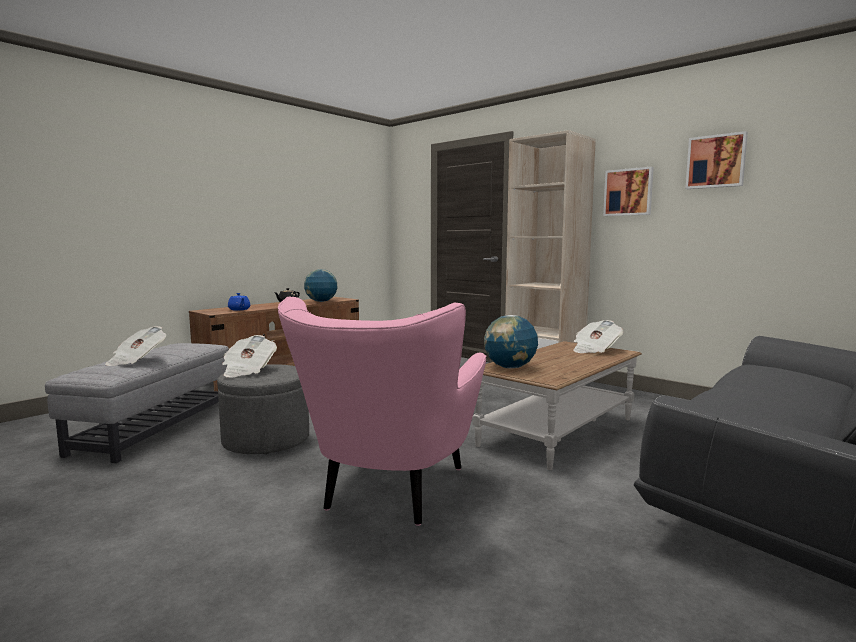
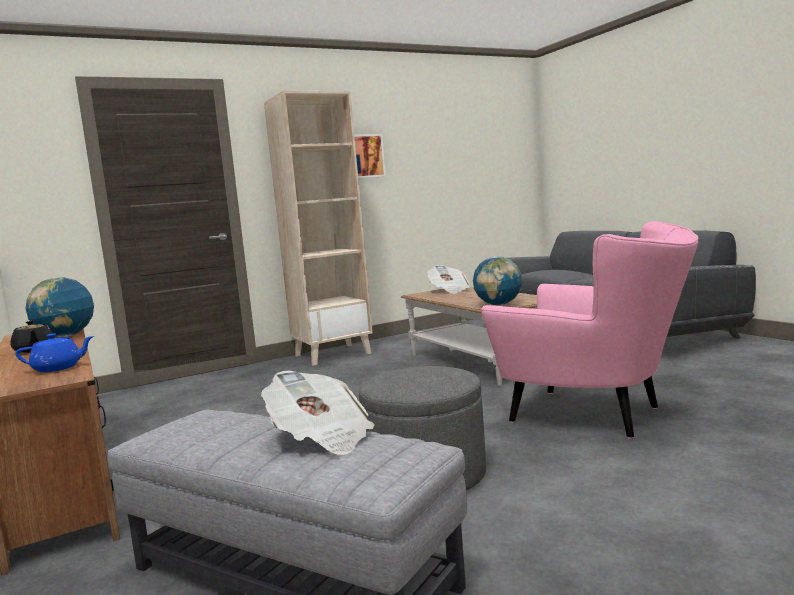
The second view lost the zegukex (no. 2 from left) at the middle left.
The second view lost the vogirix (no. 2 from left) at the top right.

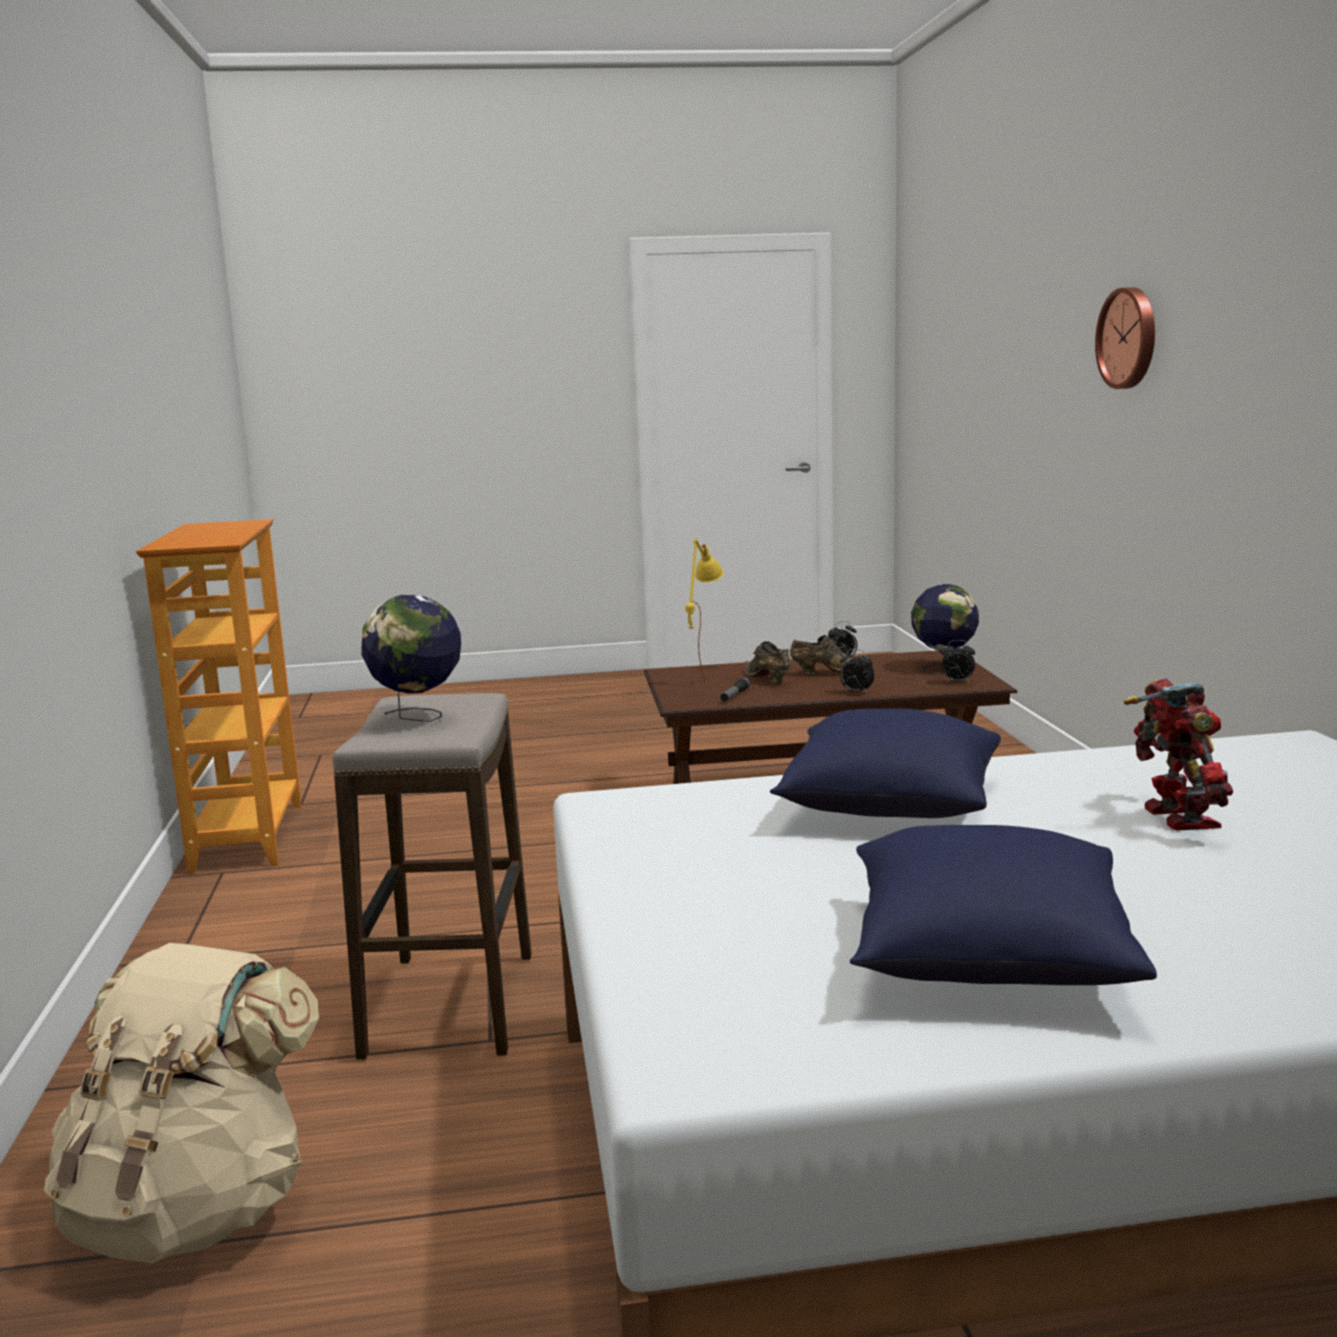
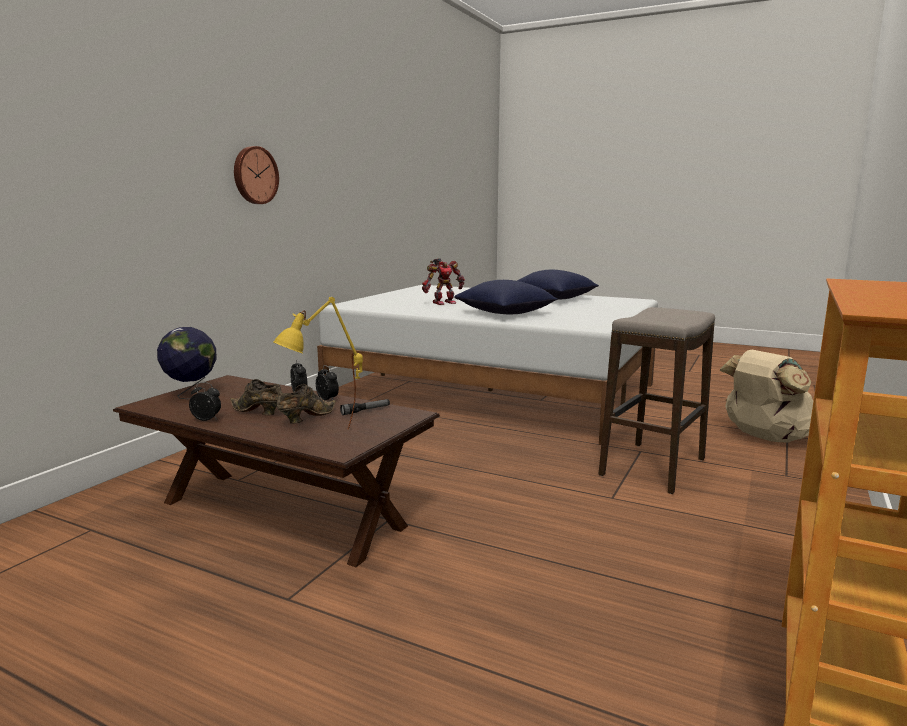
The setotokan ended up elsewhere, having gone from the top right to the top left.
The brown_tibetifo (no. 1 from left in the first image) at the centre ended up facing another way, 150 degrees counterclockwise from before.
The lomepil (no. 3 from left) ended up elsewhere, having gone from the middle right to the centre.
The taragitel at the middle right ended up facing another way, 150 degrees counterclockwise from before.
The second view lost the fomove (no. 1 from left) at the middle left.

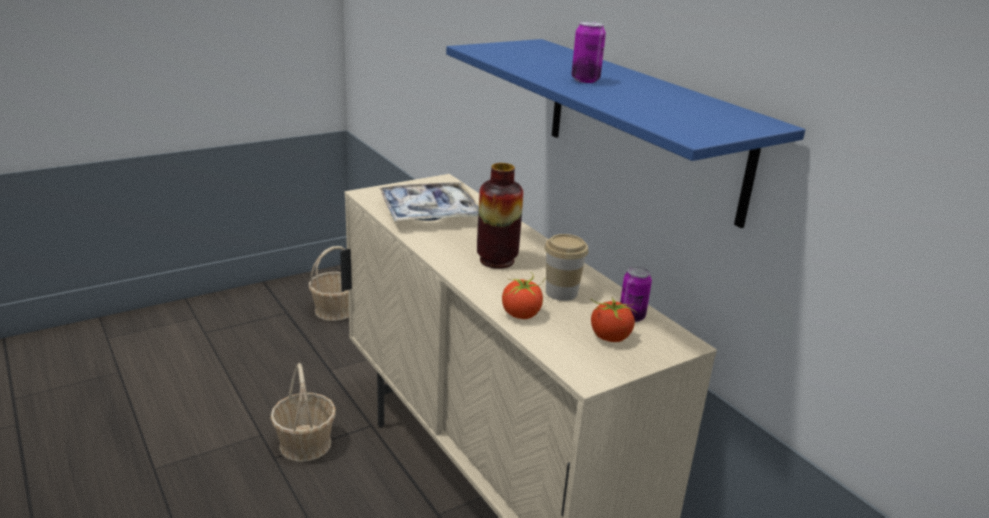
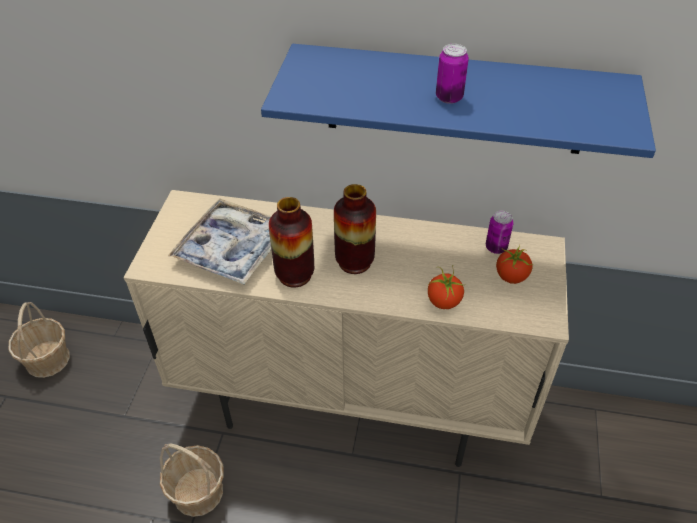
The second view gained the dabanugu (no. 1 from left) at the centre.
The second view lost the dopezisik at the centre.

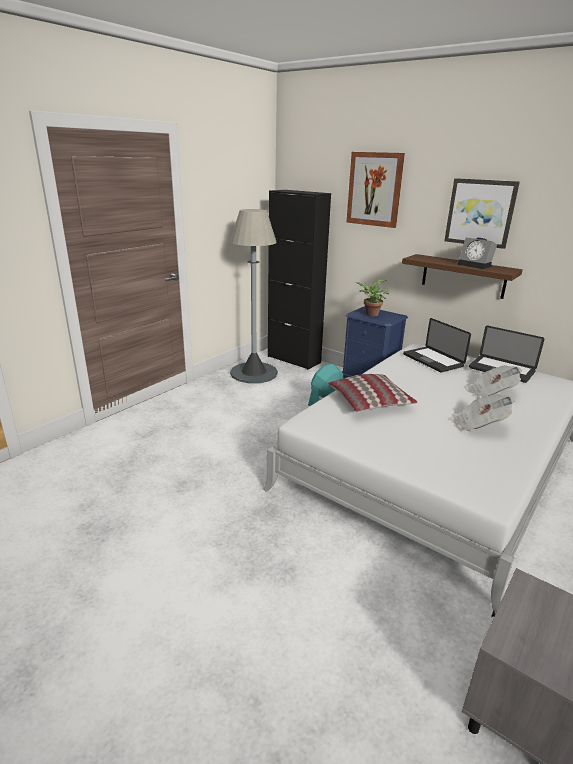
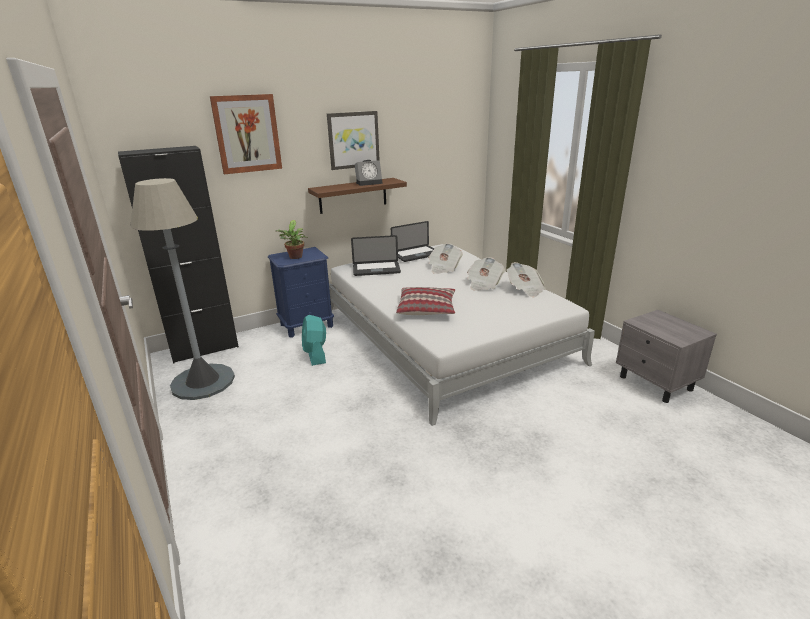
The second view gained the zegukex (no. 3 from left) at the centre.

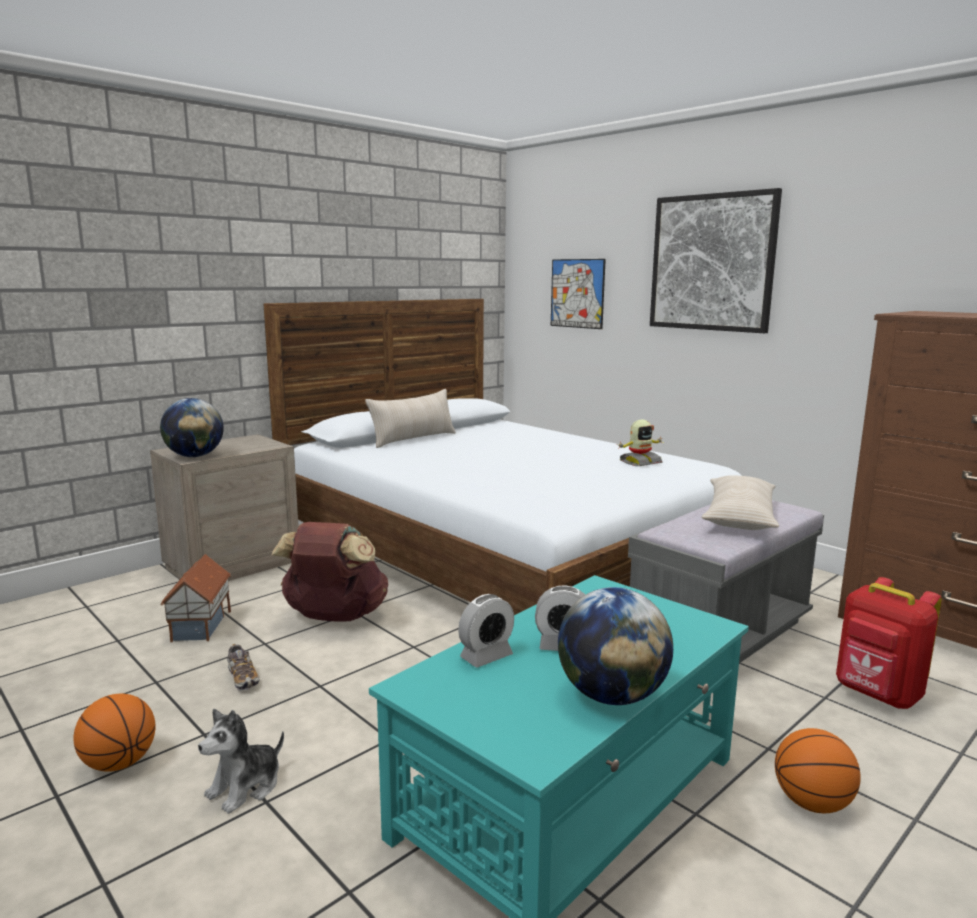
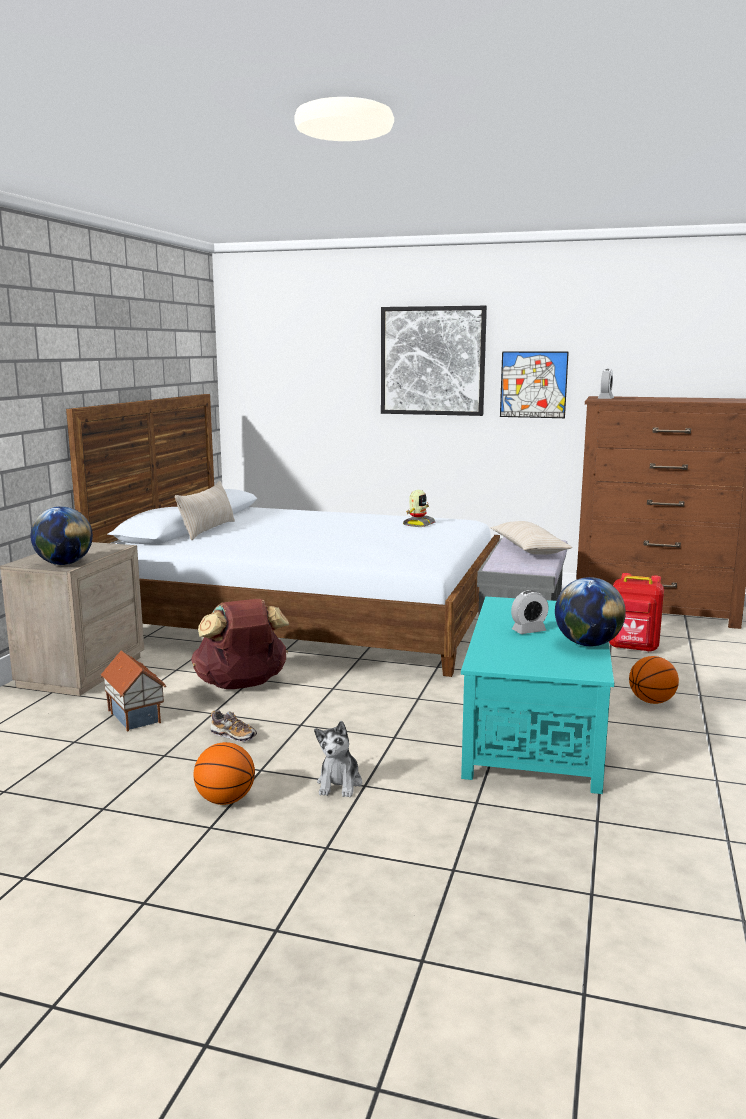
The vogirix (no. 1 from left in the first image) ended up elsewhere, having gone from the top centre to the middle right.
The lomepil (no. 1 from left in the first image) ended up elsewhere, having gone from the bottom centre to the middle right.

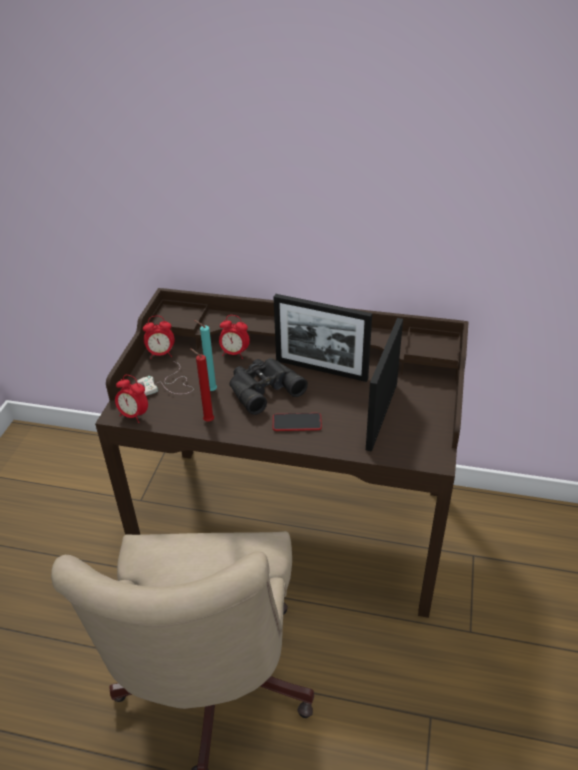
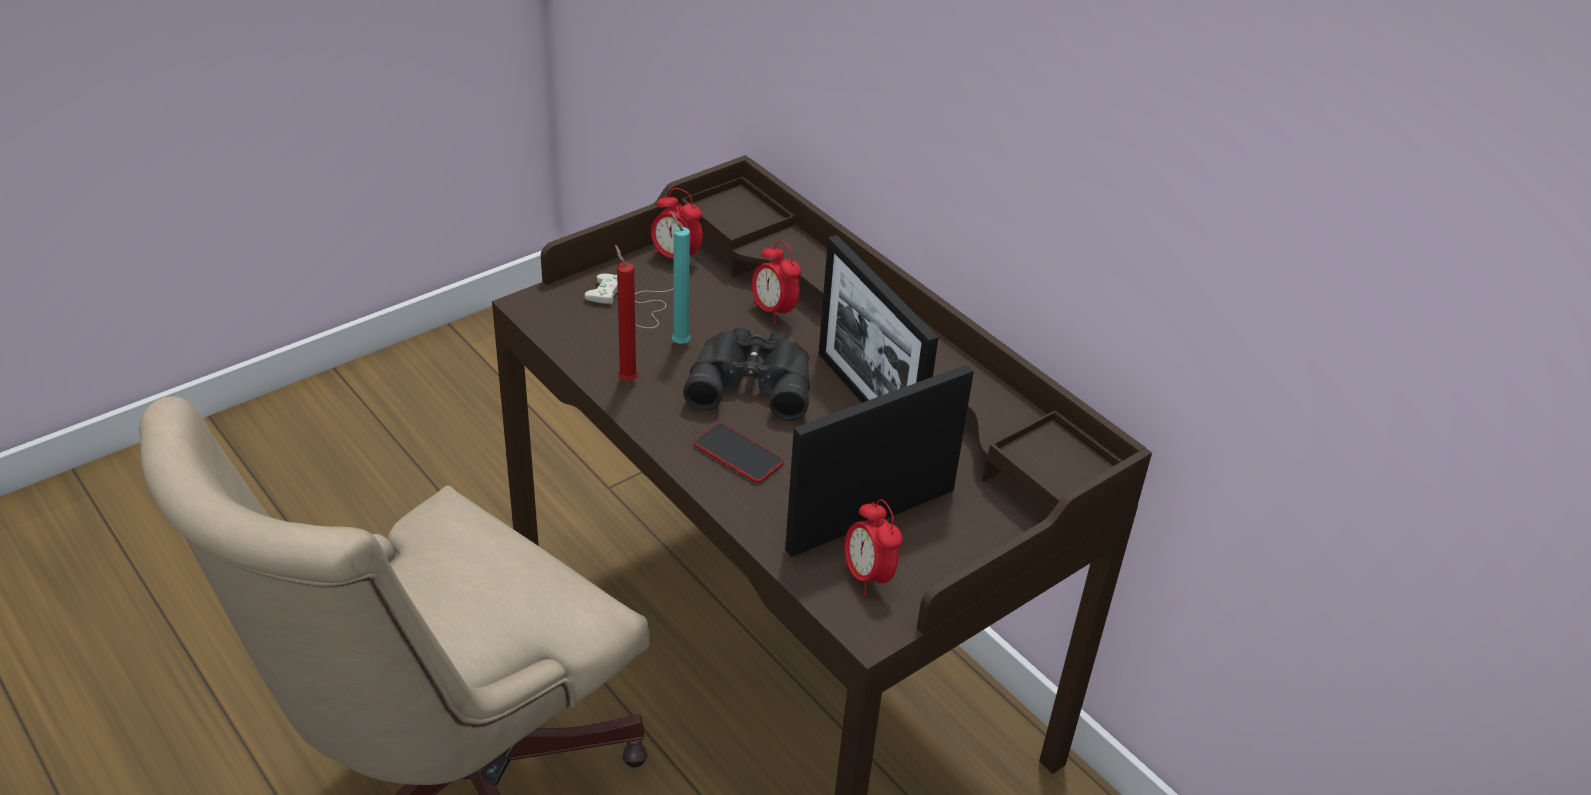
The lomepil (no. 1 from left in the first image) ended up elsewhere, having gone from the middle left to the bottom centre.

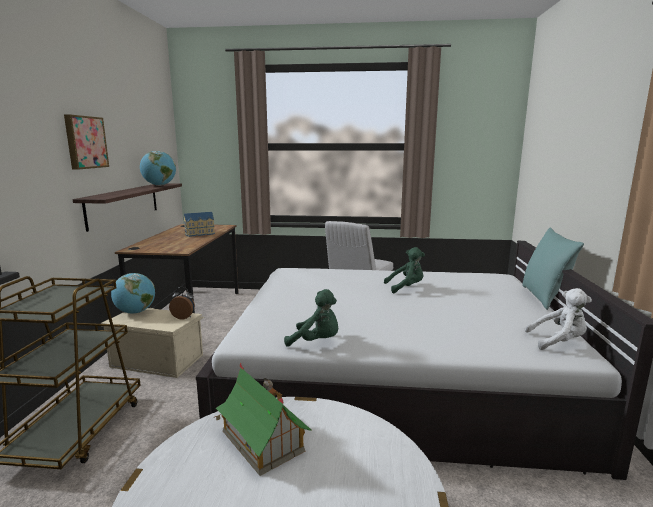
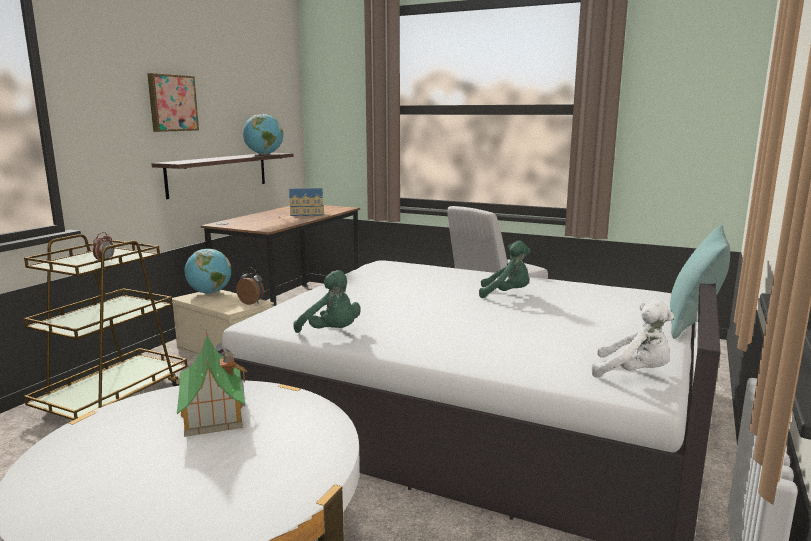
The second view gained the lomepil (no. 1 from left) at the middle left.

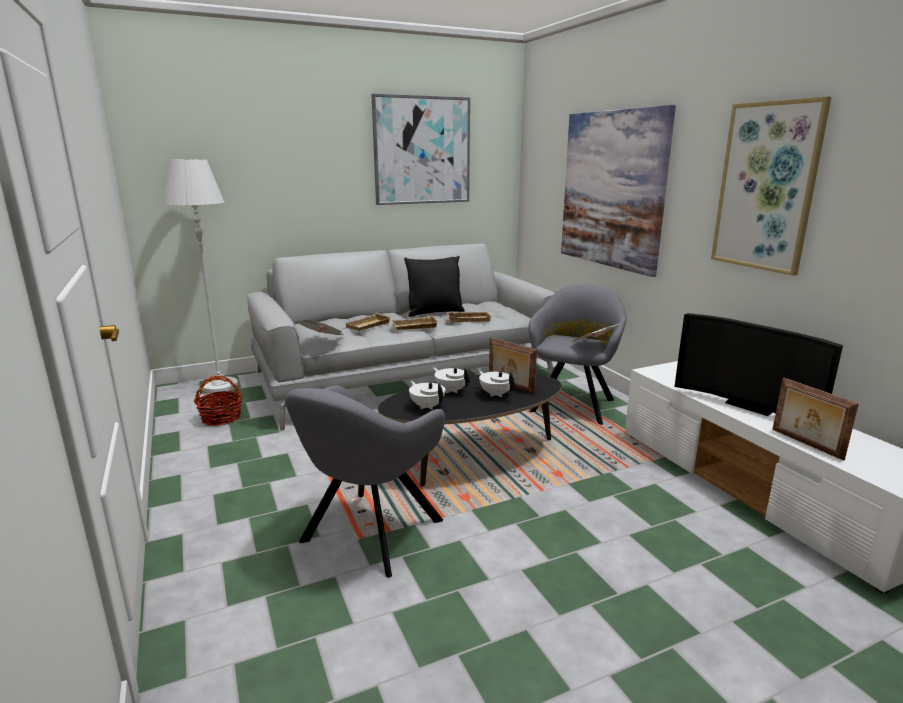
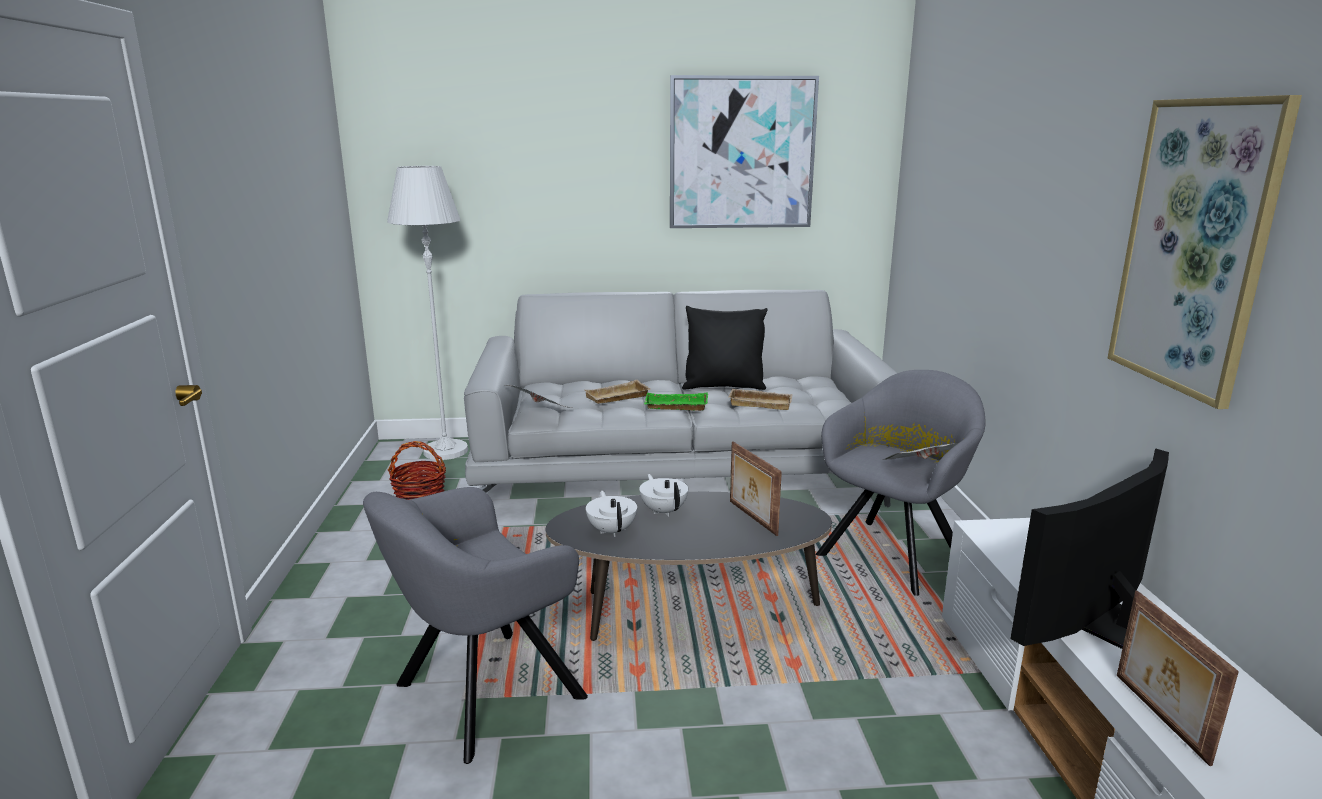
What was the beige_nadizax (no. 2 from left) at the centre turned into the green_nadizax at the centre.
The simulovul at the middle right ended up facing another way, 75 degrees clockwise from before.
The second view lost the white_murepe (no. 3 from left) at the centre.
The second view lost the vogirix (no. 2 from left) at the top right.

